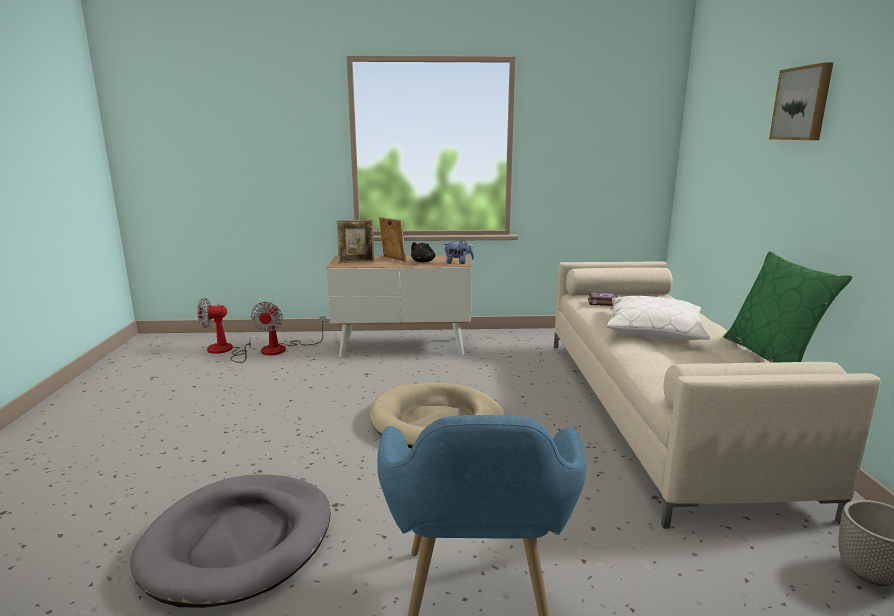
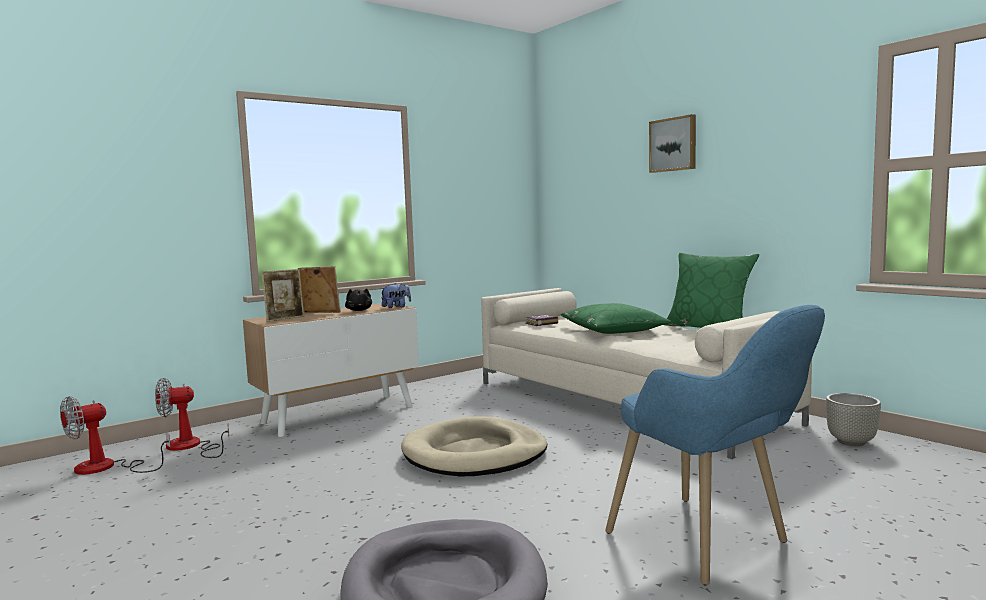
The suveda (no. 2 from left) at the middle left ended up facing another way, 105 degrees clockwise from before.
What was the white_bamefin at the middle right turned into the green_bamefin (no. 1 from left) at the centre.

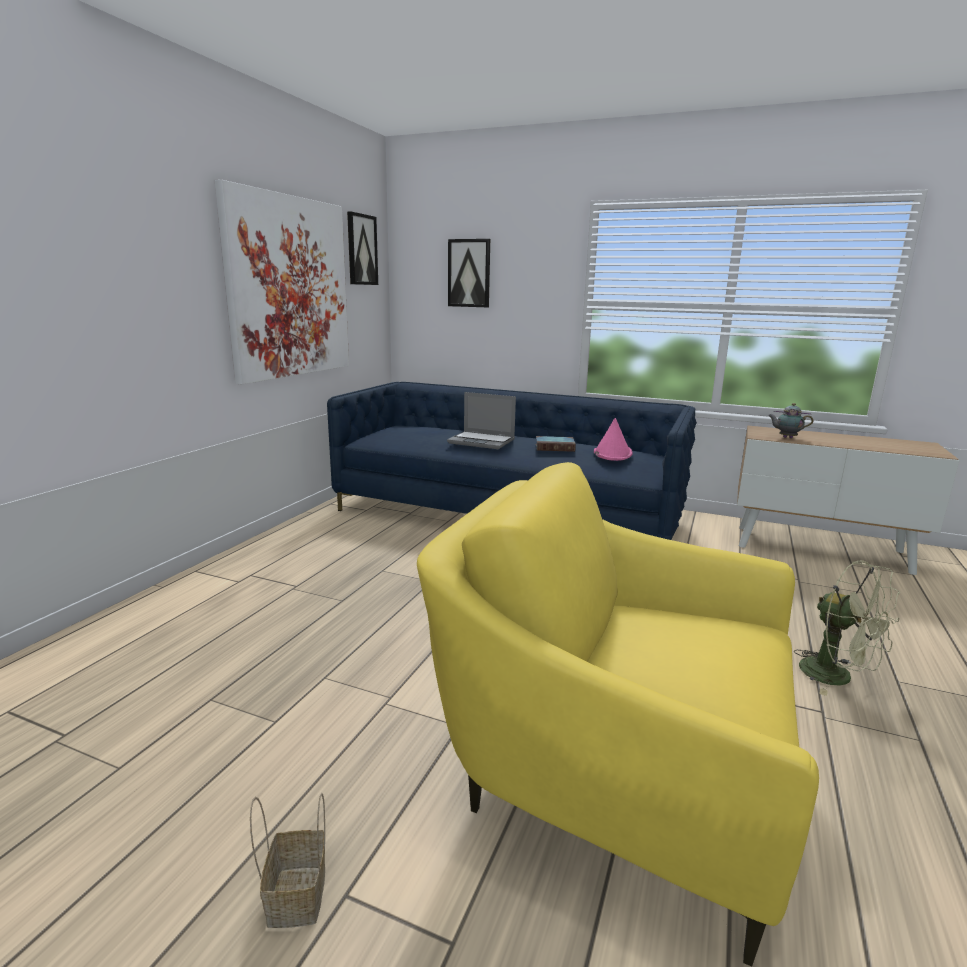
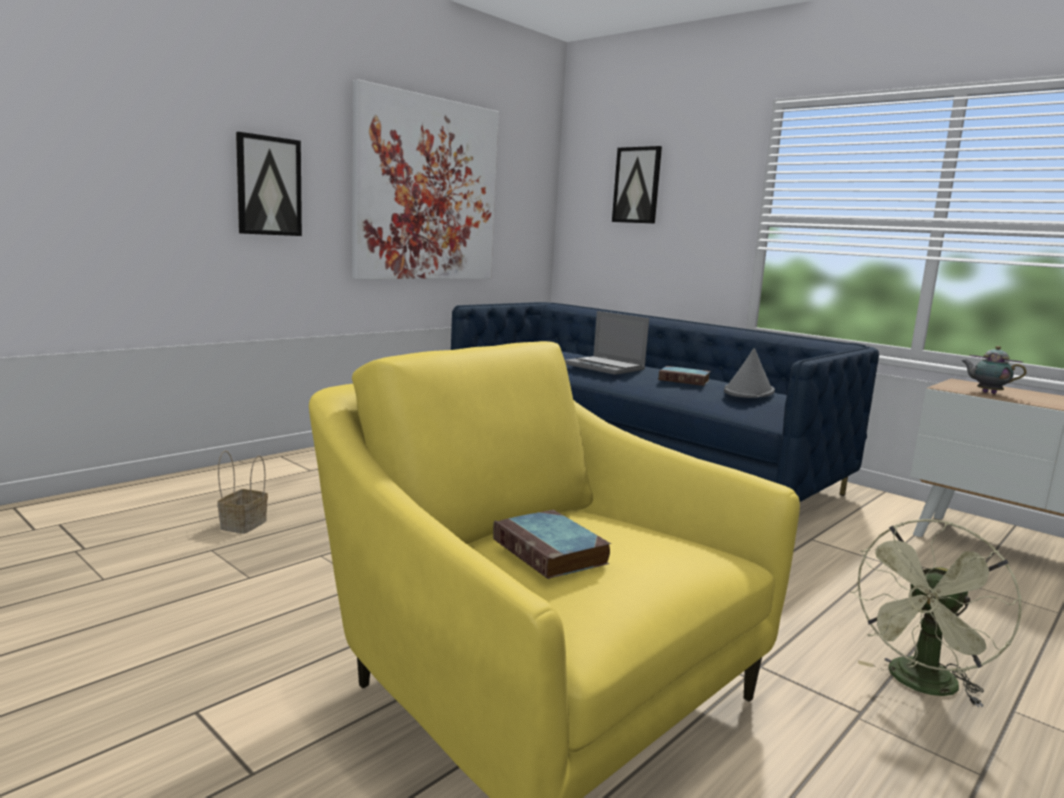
The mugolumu ended up elsewhere, having gone from the bottom left to the middle left.
The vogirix (no. 2 from left in the first image) ended up elsewhere, having gone from the top centre to the top left.
The second view gained the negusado (no. 1 from left) at the bottom centre.
What was the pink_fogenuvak at the centre turned into the grey_fogenuvak at the middle right.
The green_suveda at the middle right ended up facing another way, 60 degrees clockwise from before.

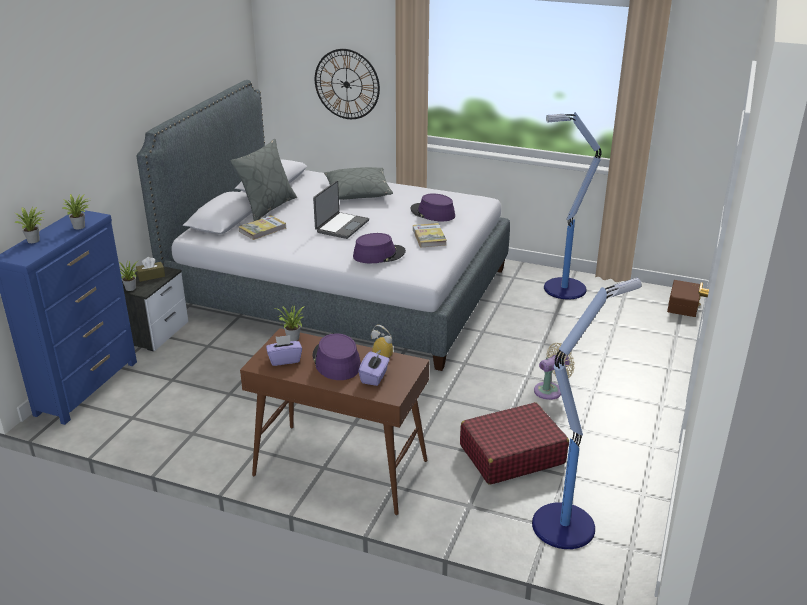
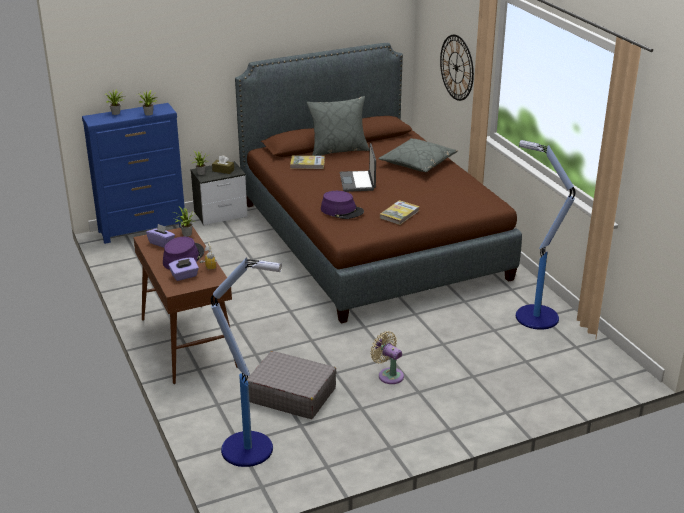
What was the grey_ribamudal at the centre turned into the brown_ribamudal at the centre.
What was the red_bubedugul at the bottom centre turned into the grey_bubedugul at the bottom centre.
The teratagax at the centre ended up facing another way, 105 degrees clockwise from before.
The beige_suveda at the middle right ended up facing another way, 150 degrees counterclockwise from before.
The second view lost the purple_fogenuvak (no. 3 from left) at the centre.
The second view lost the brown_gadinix at the middle right.

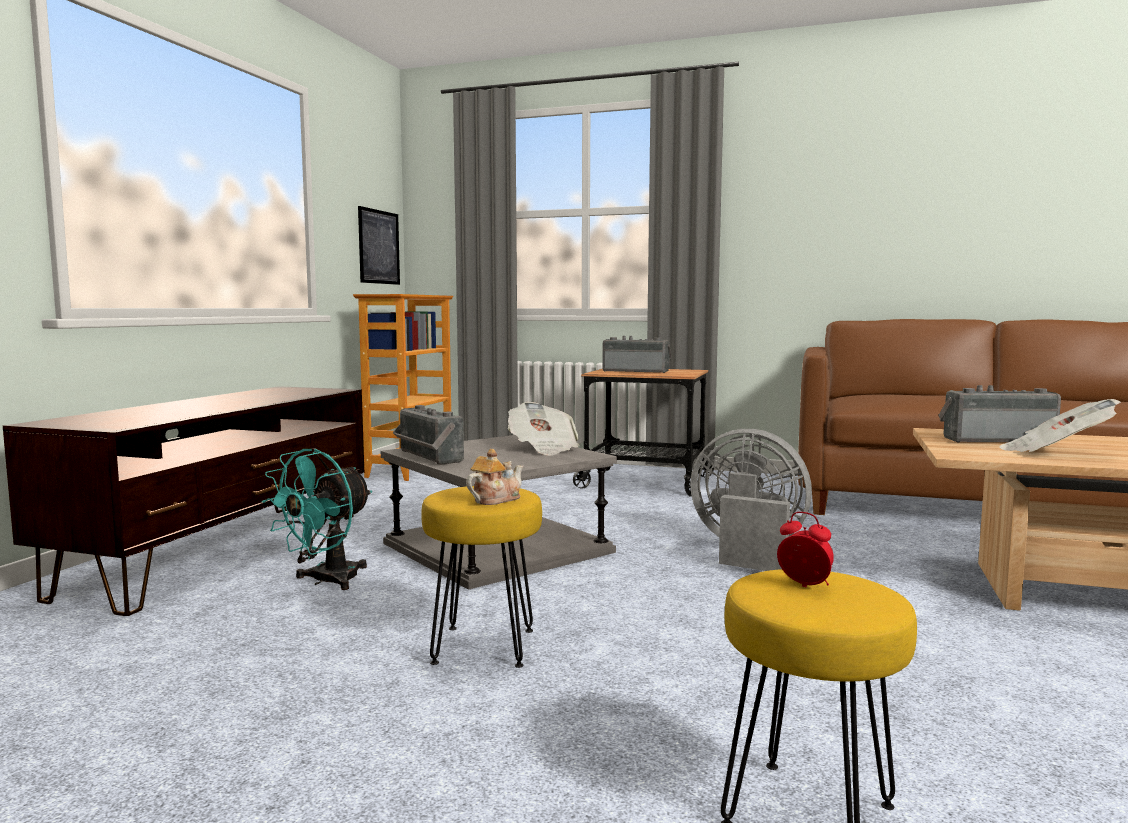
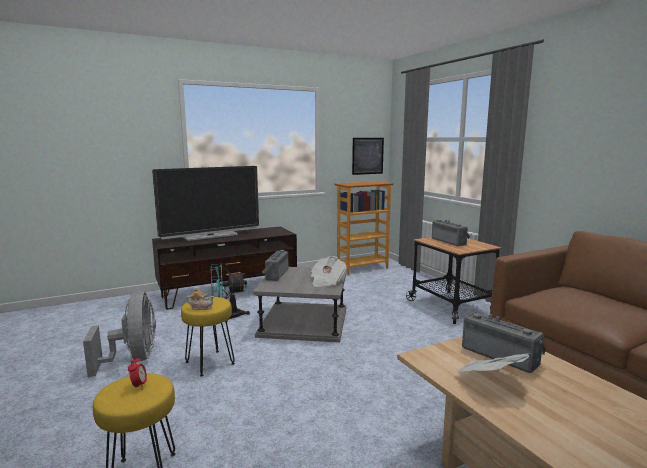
The grey_suveda ended up elsewhere, having gone from the centre to the bottom left.
The second view gained the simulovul at the middle left.

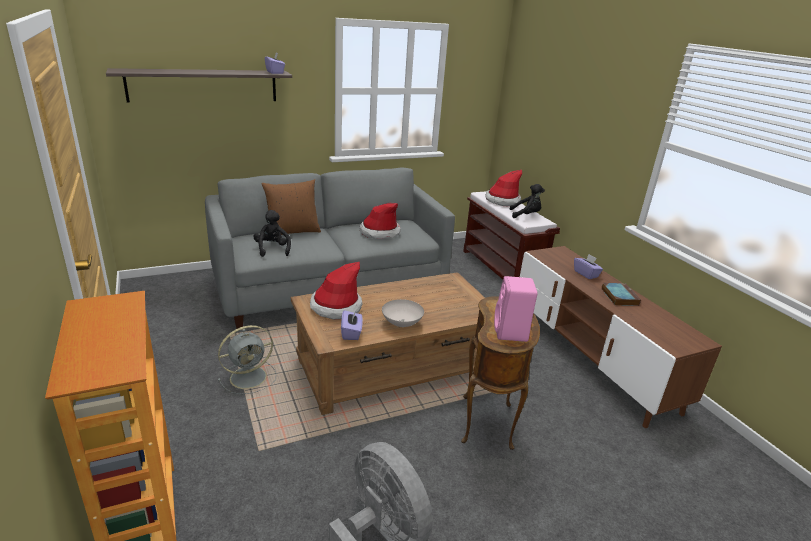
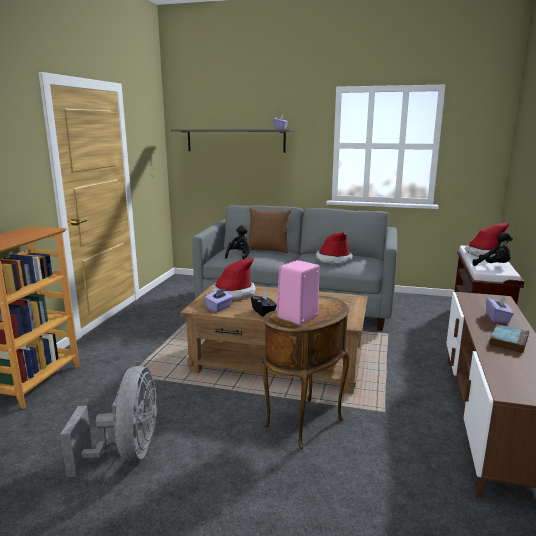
Where the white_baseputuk stood at the centre, the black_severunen came to stand at the centre.
The second view lost the grey_suveda (no. 1 from left) at the middle left.

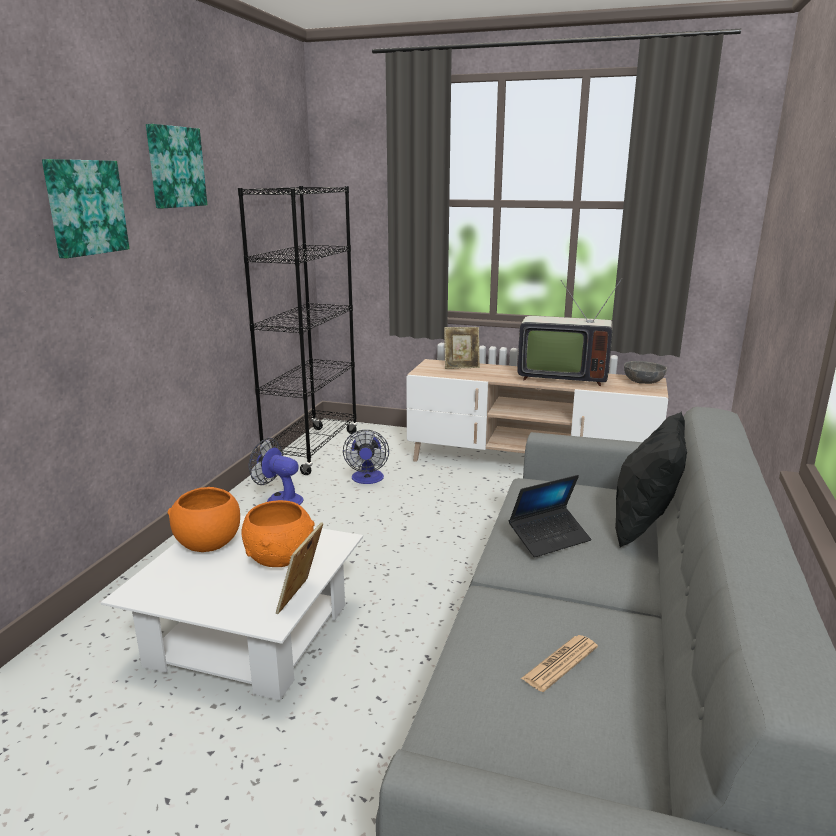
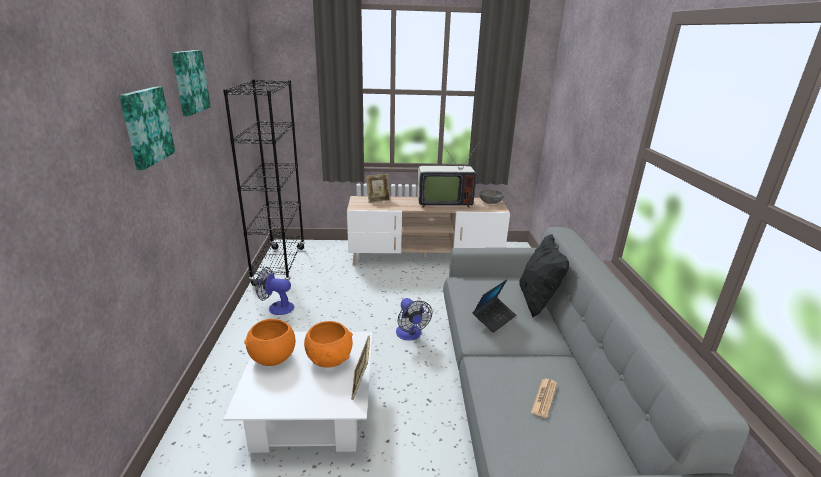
The suveda (no. 2 from left) ended up elsewhere, having gone from the centre to the bottom centre.

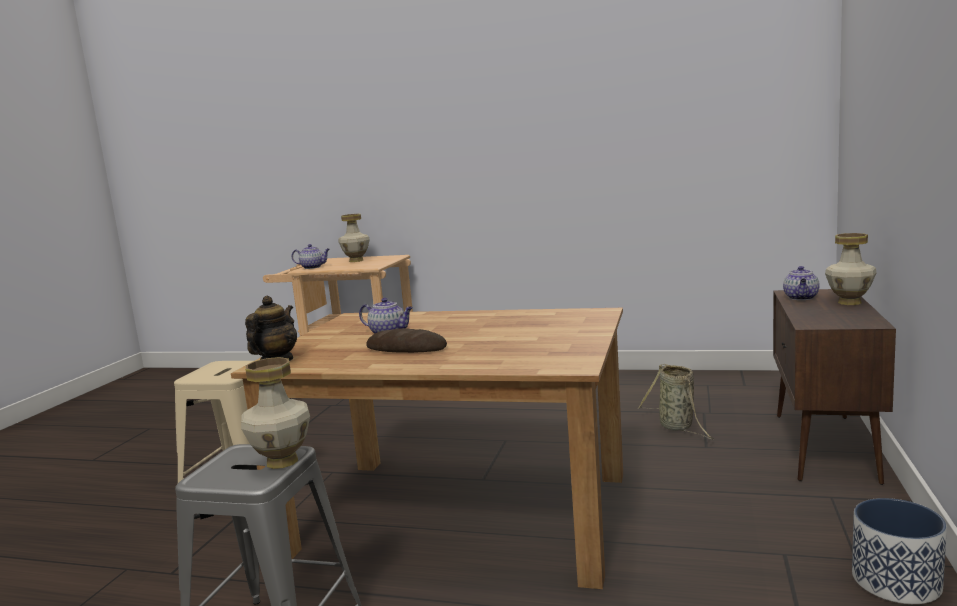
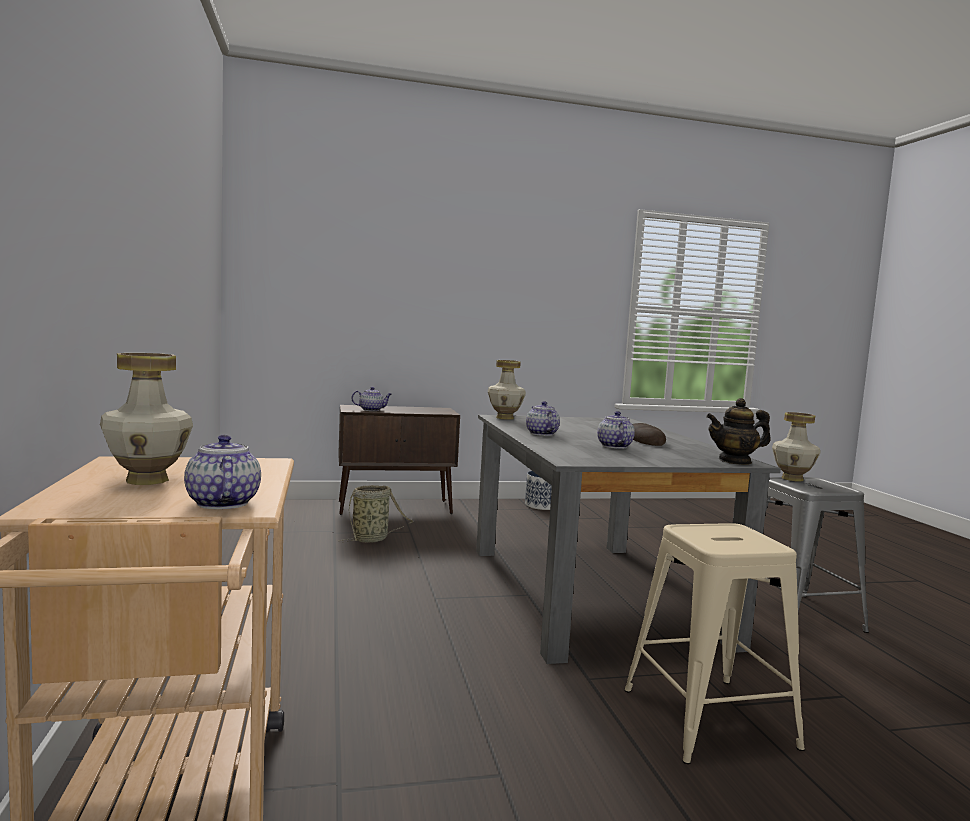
What was the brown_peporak at the bottom centre turned into the grey_peporak at the centre.
The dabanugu (no. 3 from left in the first image) ended up elsewhere, having gone from the middle right to the centre.
The second view gained the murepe (no. 3 from left) at the centre.

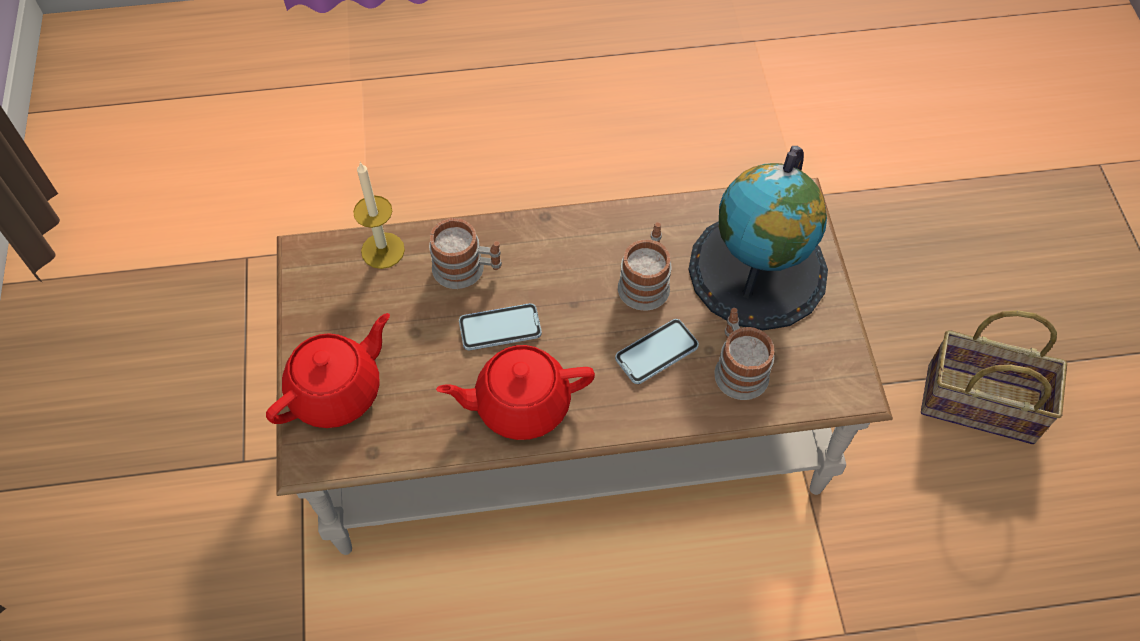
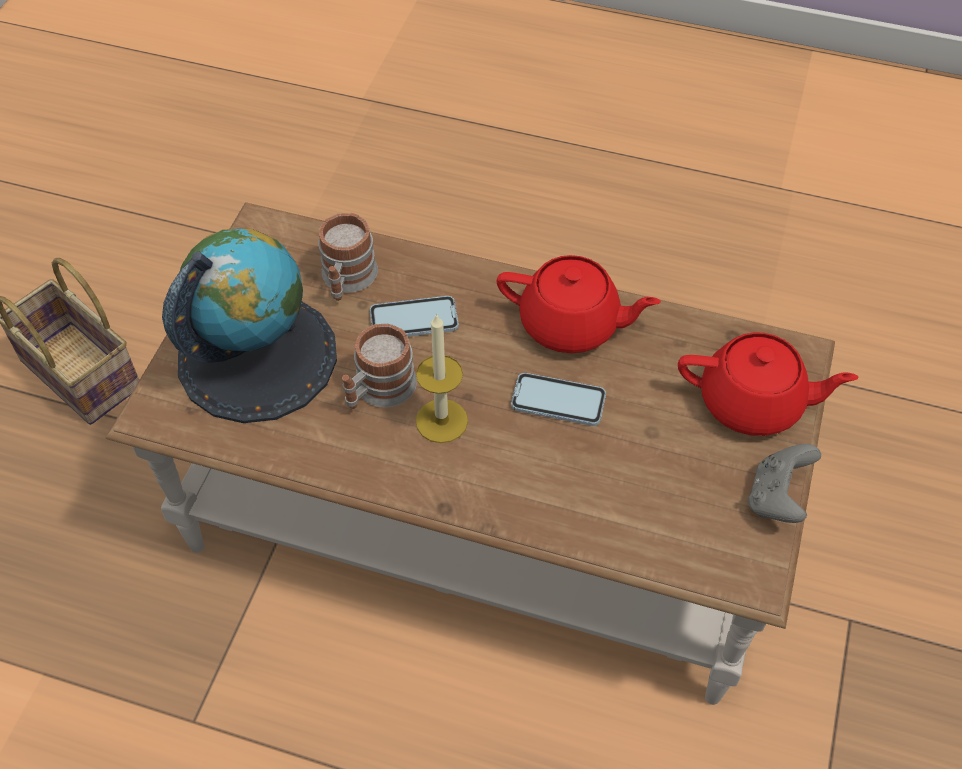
The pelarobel ended up elsewhere, having gone from the middle left to the centre.
The red_murepe (no. 1 from left in the first image) at the middle left ended up facing another way, 150 degrees counterclockwise from before.
The second view gained the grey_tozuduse at the middle right.
The second view lost the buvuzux (no. 1 from left) at the centre.

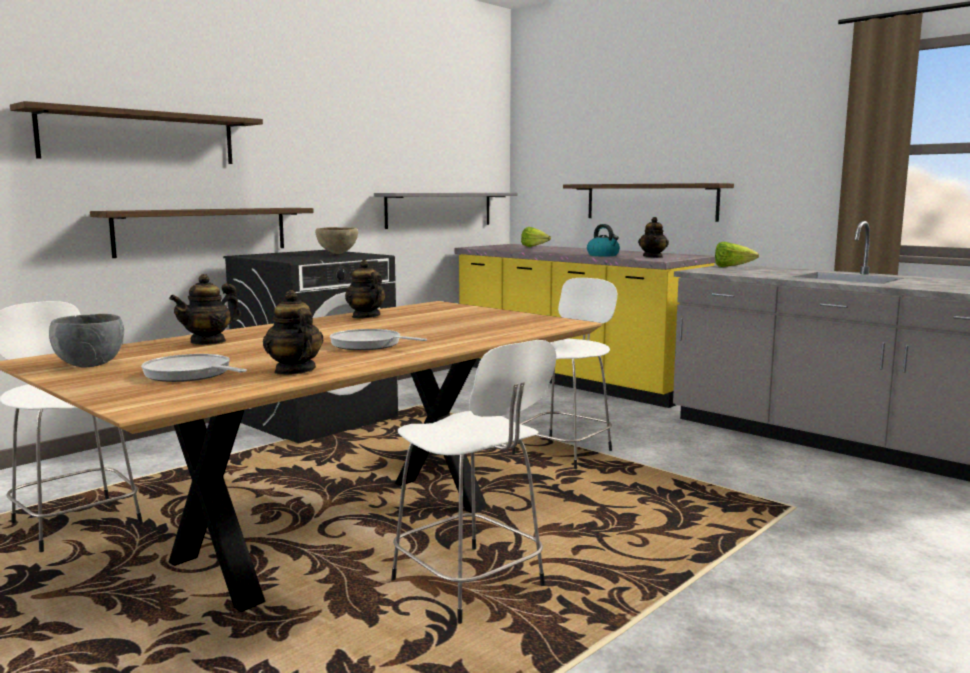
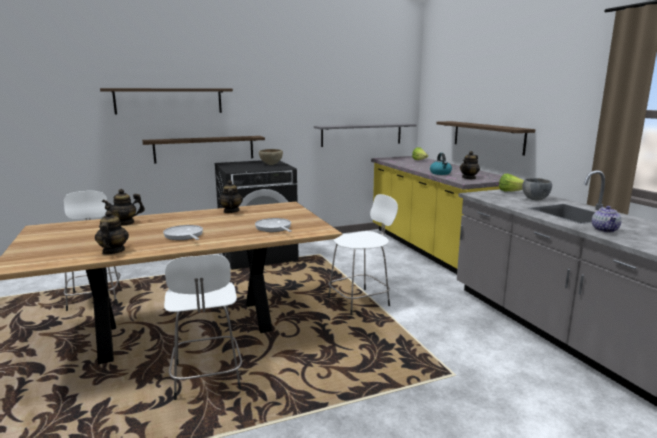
The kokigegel (no. 1 from left in the first image) ended up elsewhere, having gone from the middle left to the centre.
The grey_baseputuk ended up elsewhere, having gone from the middle left to the middle right.
The second view gained the murepe (no. 5 from left) at the middle right.

